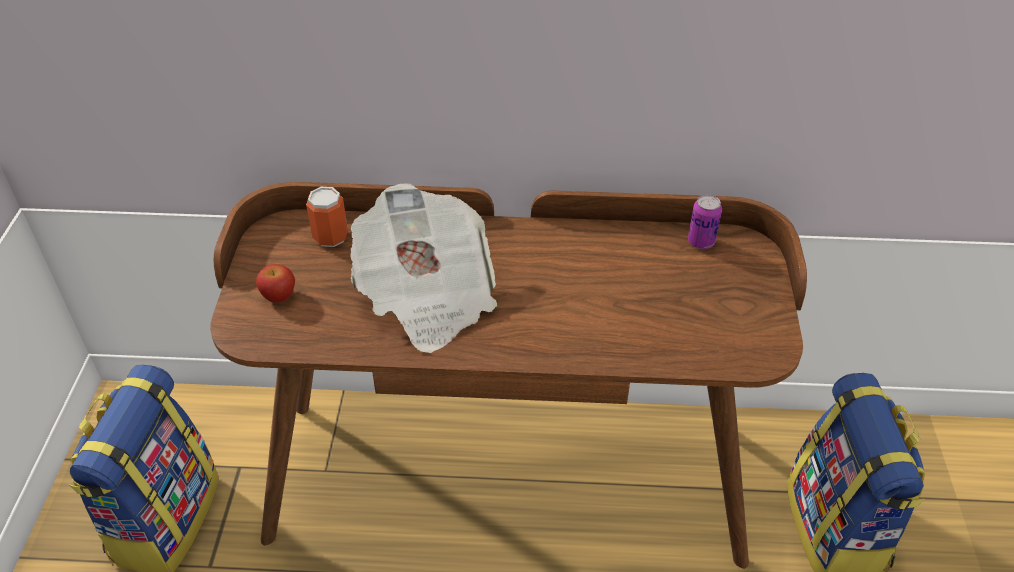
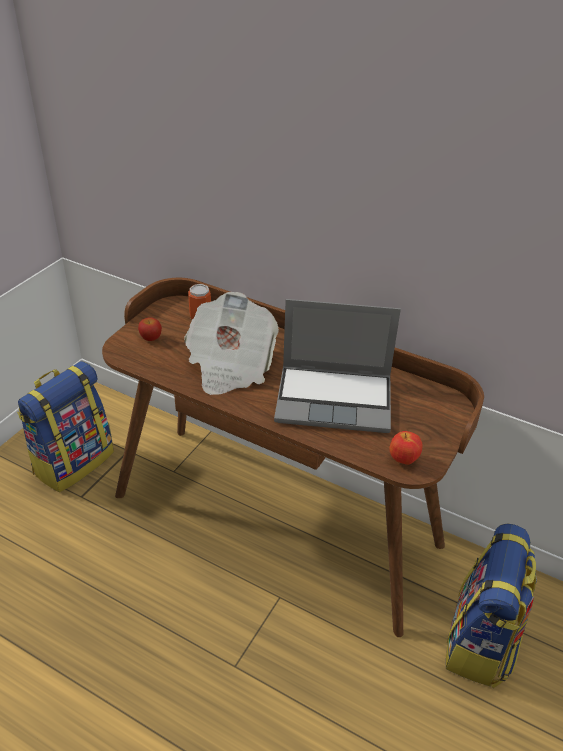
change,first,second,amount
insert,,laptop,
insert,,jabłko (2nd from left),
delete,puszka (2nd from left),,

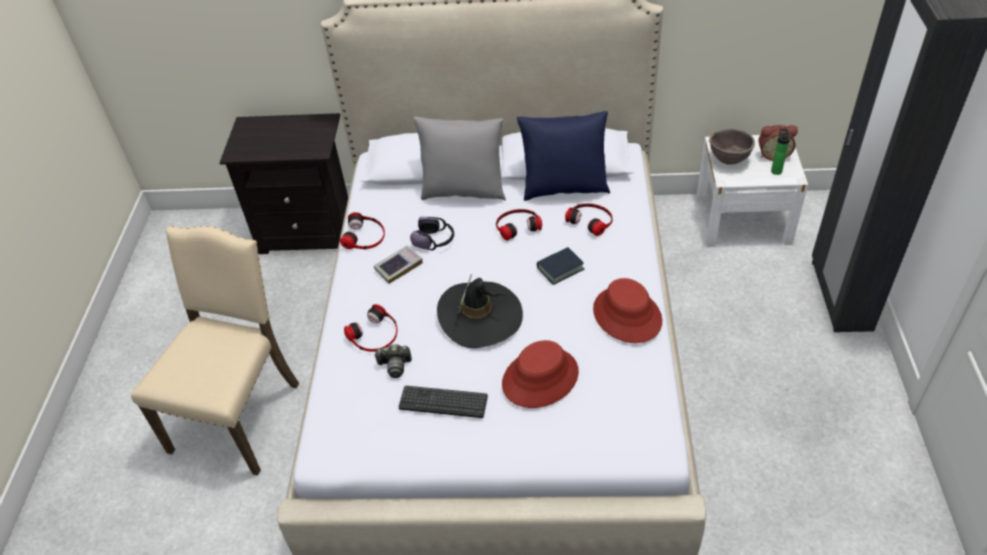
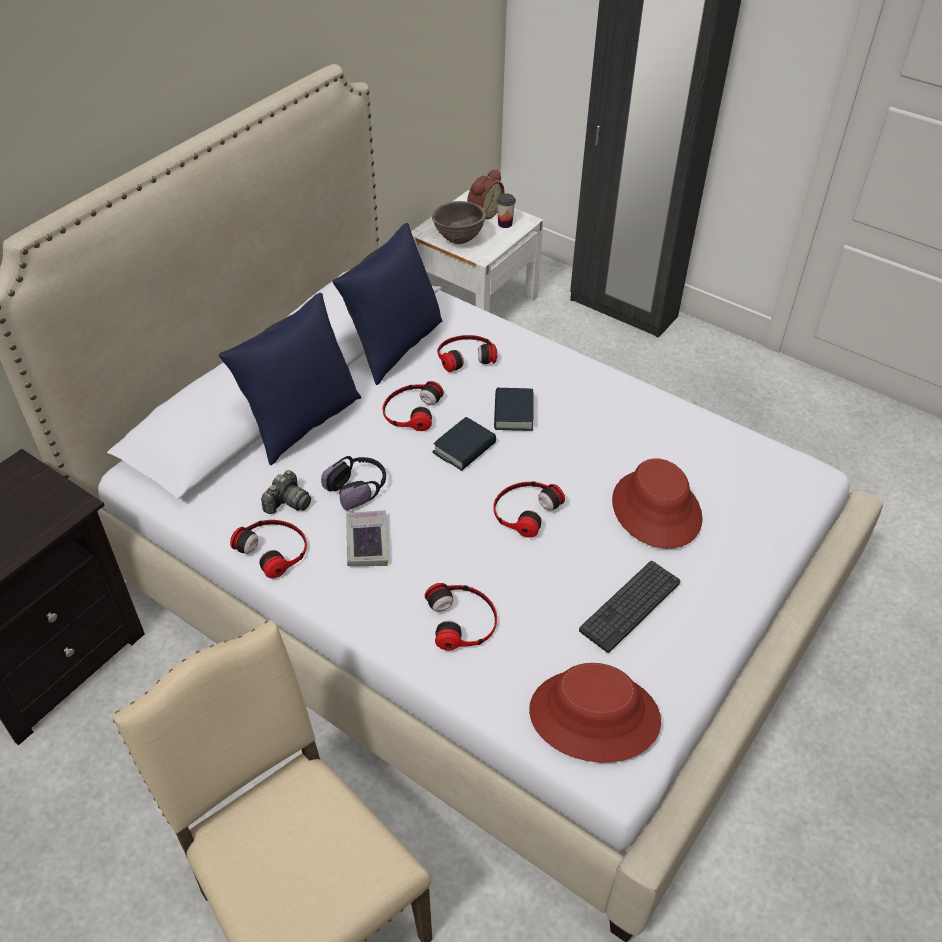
change,first,second,amount
recolor,poduszka [szary],poduszka [niebieski] (1st from left),
move,aparat fotograficzny,,
insert,,książka (2nd from left),
replace,kapelusz [czarny],słuchawki (6th from left),
replace,butelka,filiżanka,
move,kapelusz [czerwony] (2nd from left in the first image),kapelusz [czerwony] (1st from left),

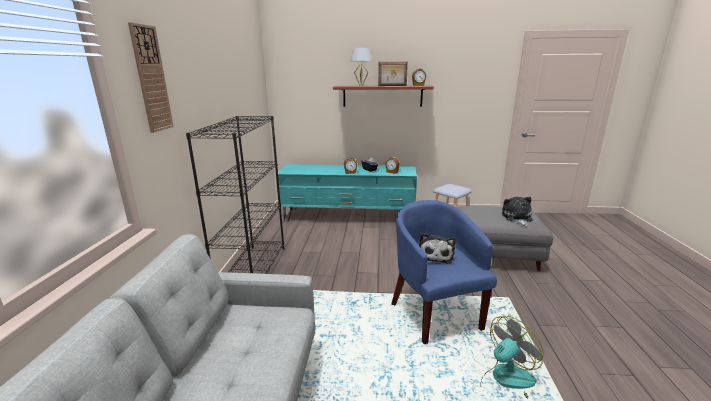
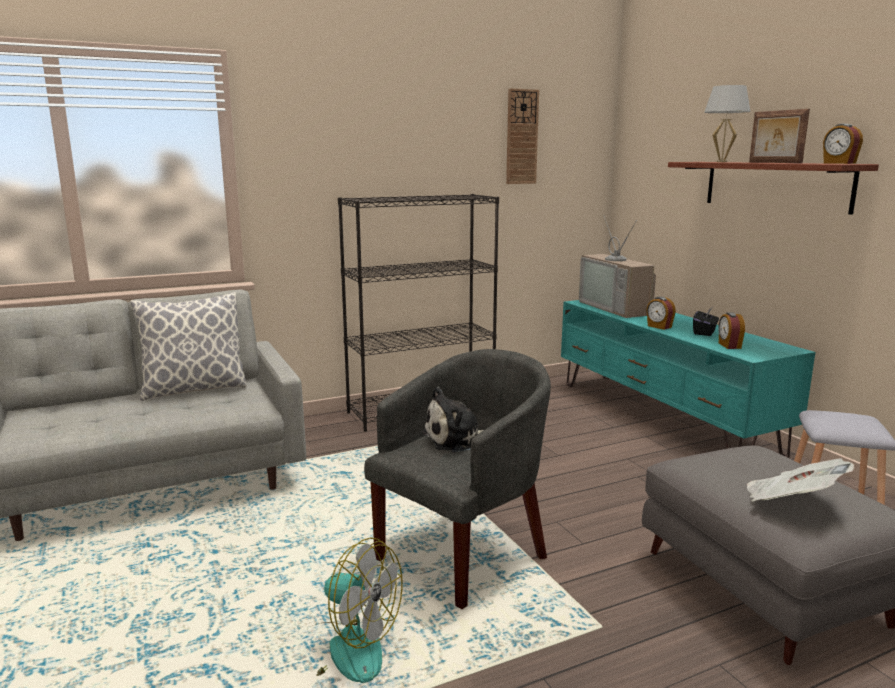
change,first,second,amount
insert,,poduszka,
recolor,fotel [niebieski],fotel [szary],
move,zegar ścienny,,
insert,,telewizor,
replace,pluszak (2nd from left),gazeta,

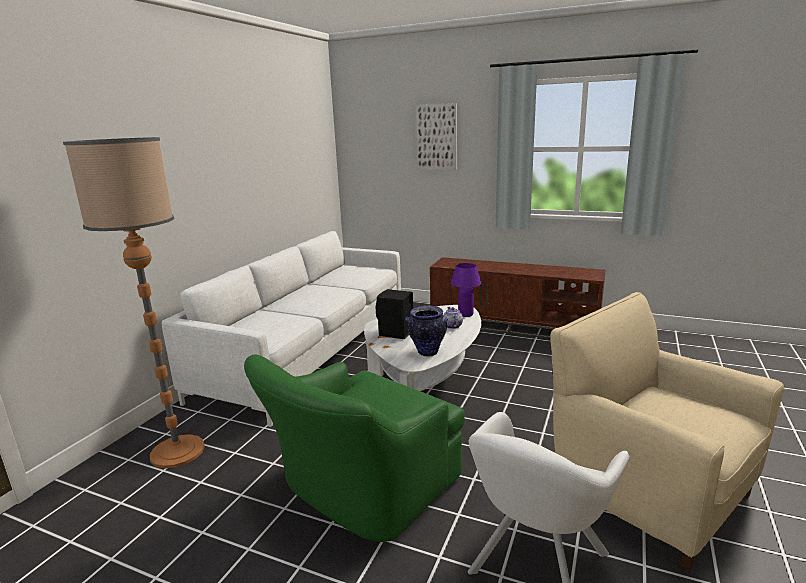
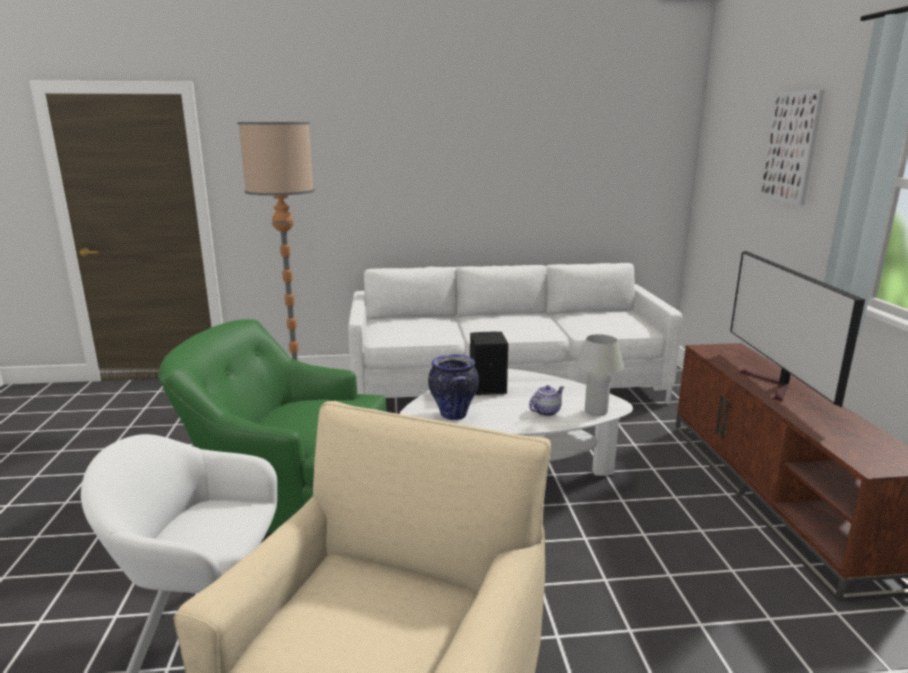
change,first,second,amount
recolor,lampa stołowa [fioletowy],lampa stołowa [biały],
insert,,telewizor,

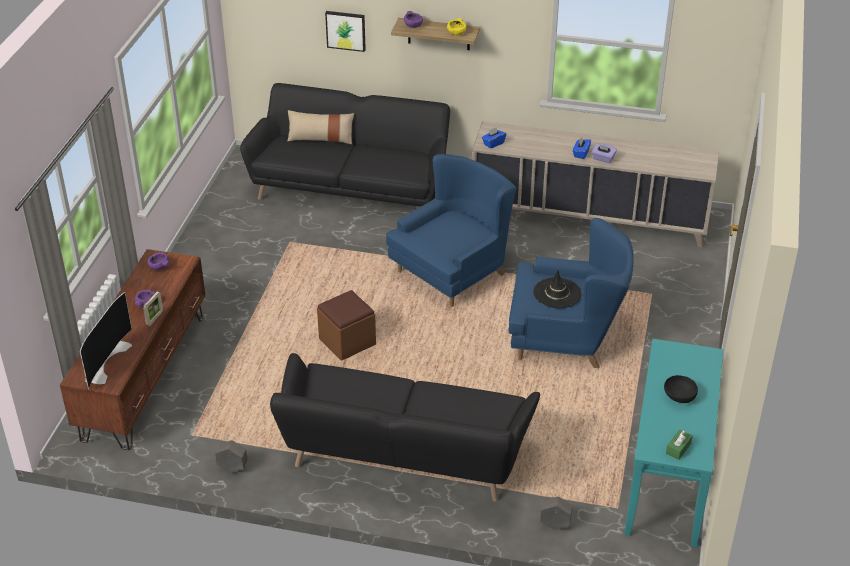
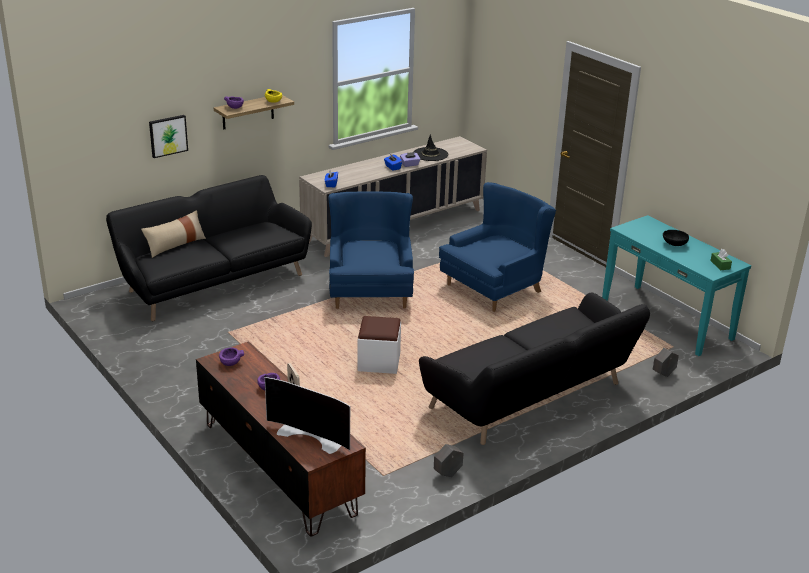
change,first,second,amount
rotate,telewizor,,150 degrees clockwise
recolor,pufa [brązowy],pufa [biały],
move,kapelusz [czarny],,

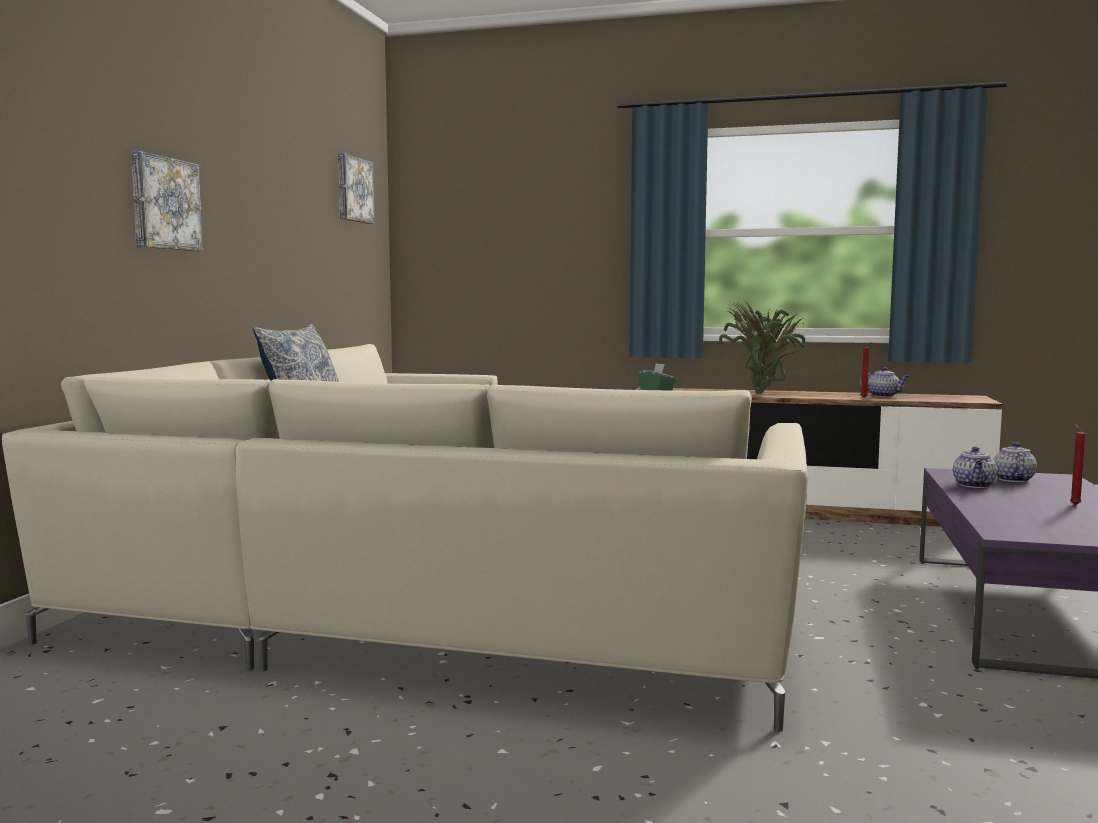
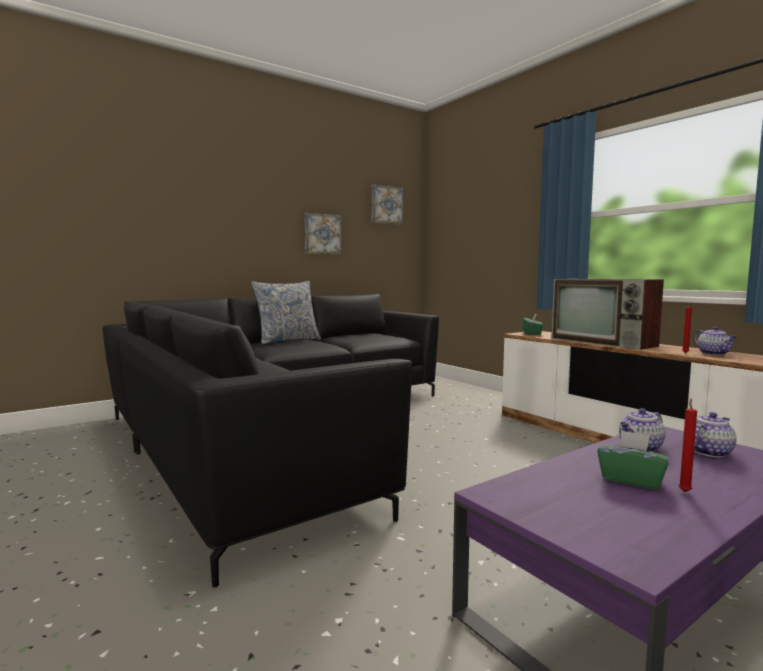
change,first,second,amount
recolor,kanapa [beżowy],kanapa [czarny],
move,obraz (1st from left),,
replace,roślina doniczkowa,telewizor,
insert,,pudełko chusteczek [zielony] (2nd from left),

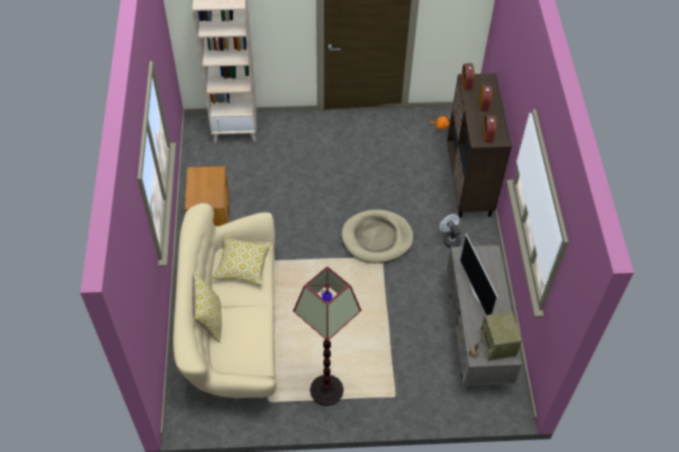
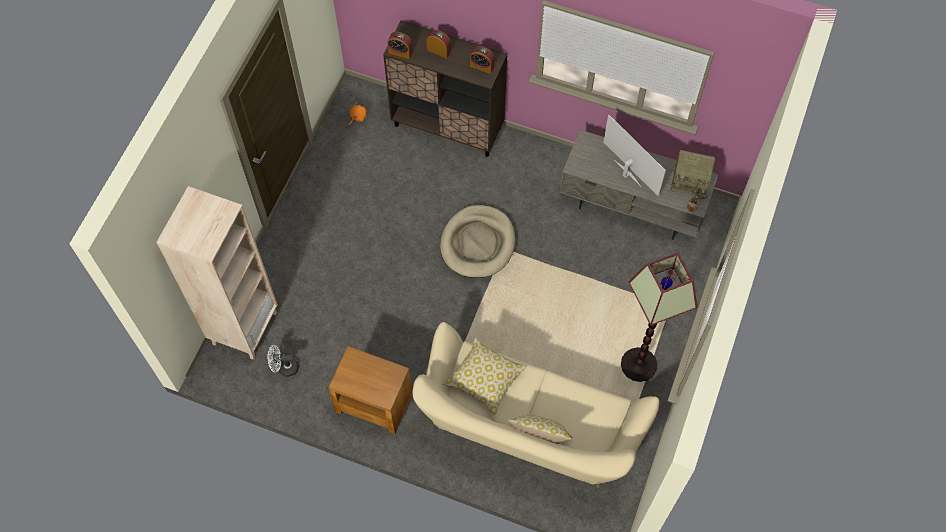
change,first,second,amount
move,wentylator [biały],,
rotate,telewizor,,135 degrees counterclockwise

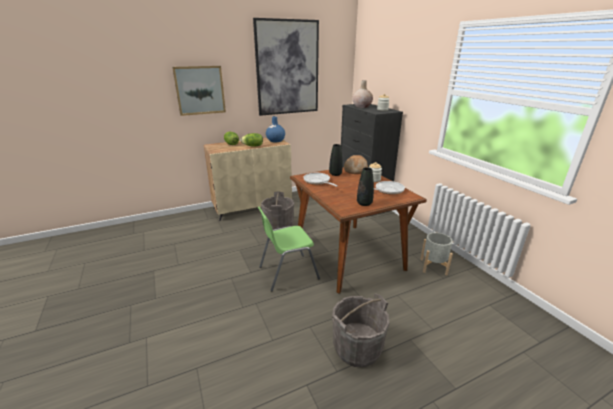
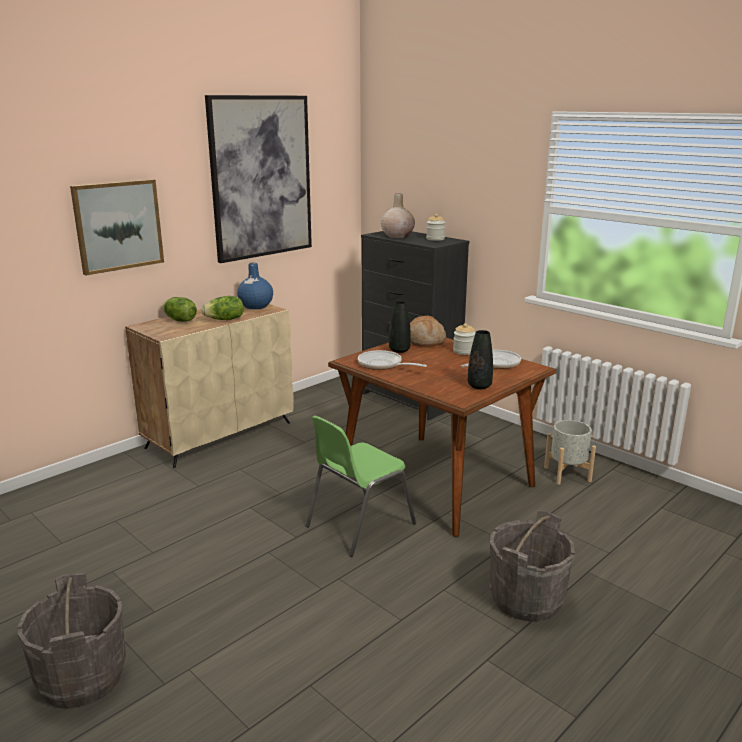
change,first,second,amount
move,wiadro [szary] (1st from left),,

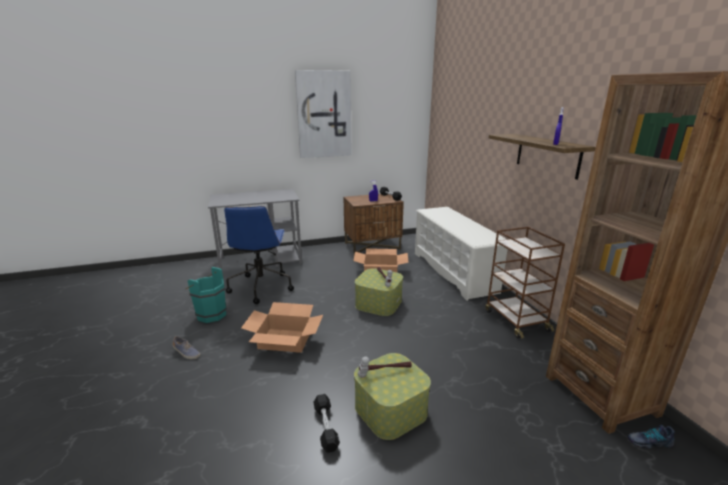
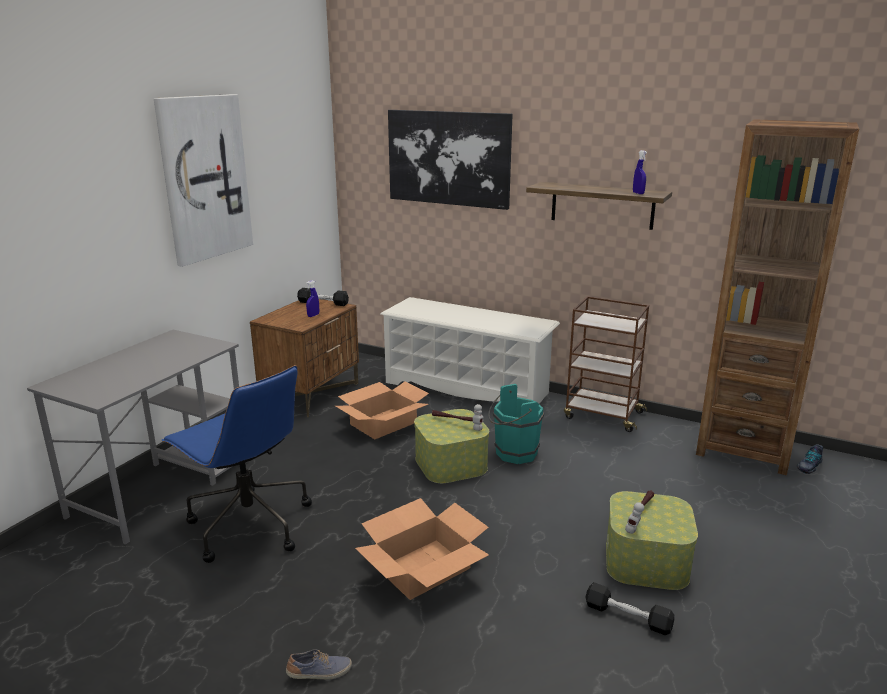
change,first,second,amount
insert,,obraz (2nd from left),
move,wiadro [turkusowy],,

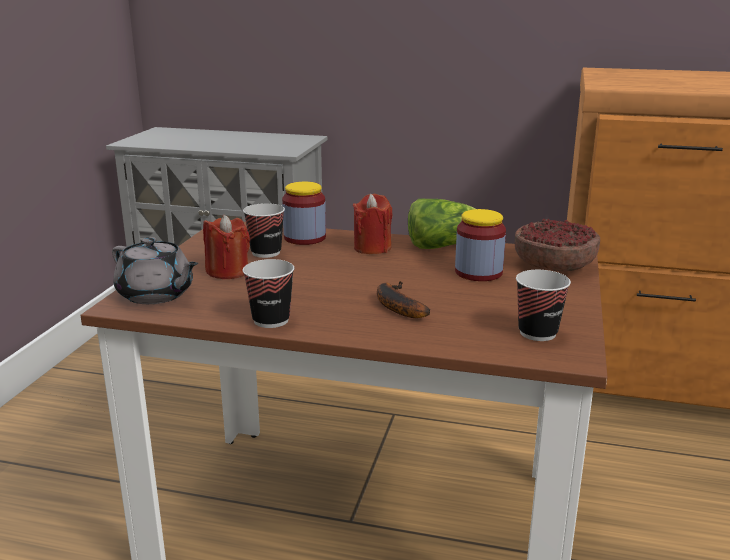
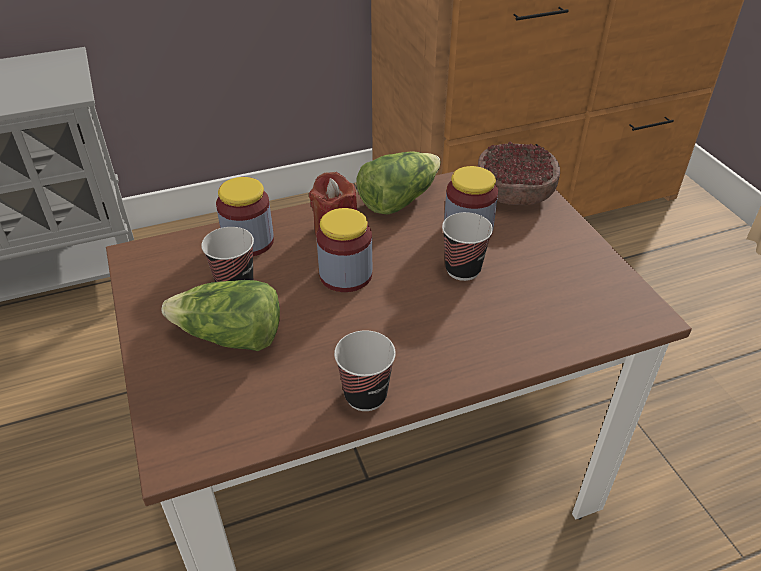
change,first,second,amount
replace,świeca [czerwony] (1st from left),sałata (1st from left),
insert,,słoik (2nd from left),
move,filiżanka (3rd from left),,
delete,imbryk [szary],,
delete,banan,,

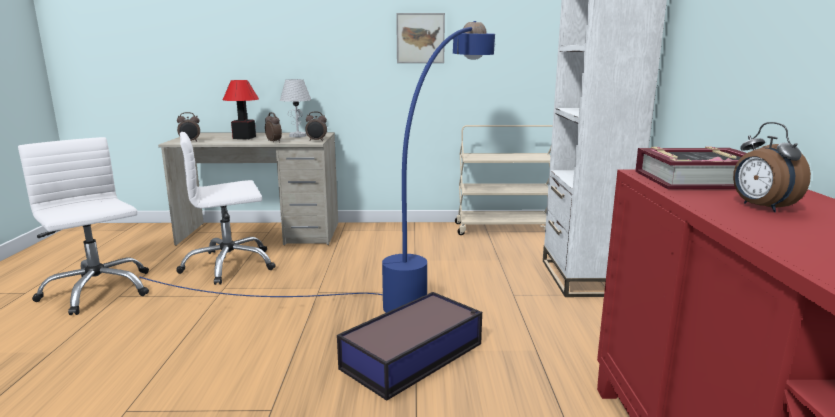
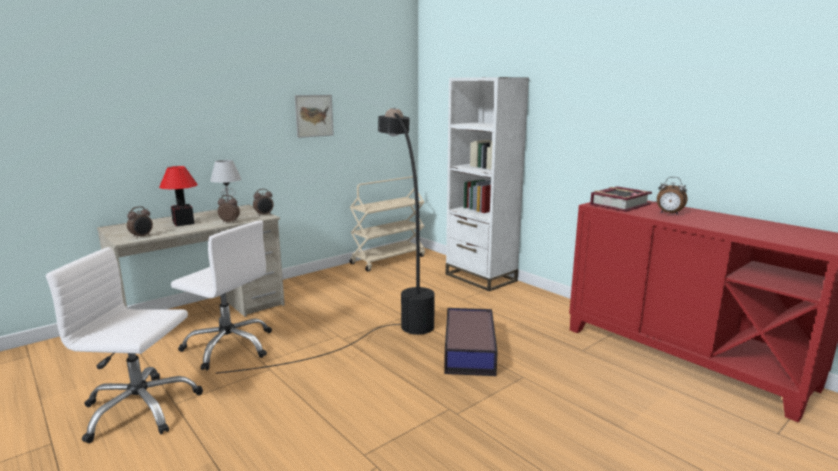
change,first,second,amount
rotate,krzesło biurowe [biały] (2nd from left),,90 degrees counterclockwise
recolor,lampa stojąca [niebieski],lampa stojąca [czarny],

